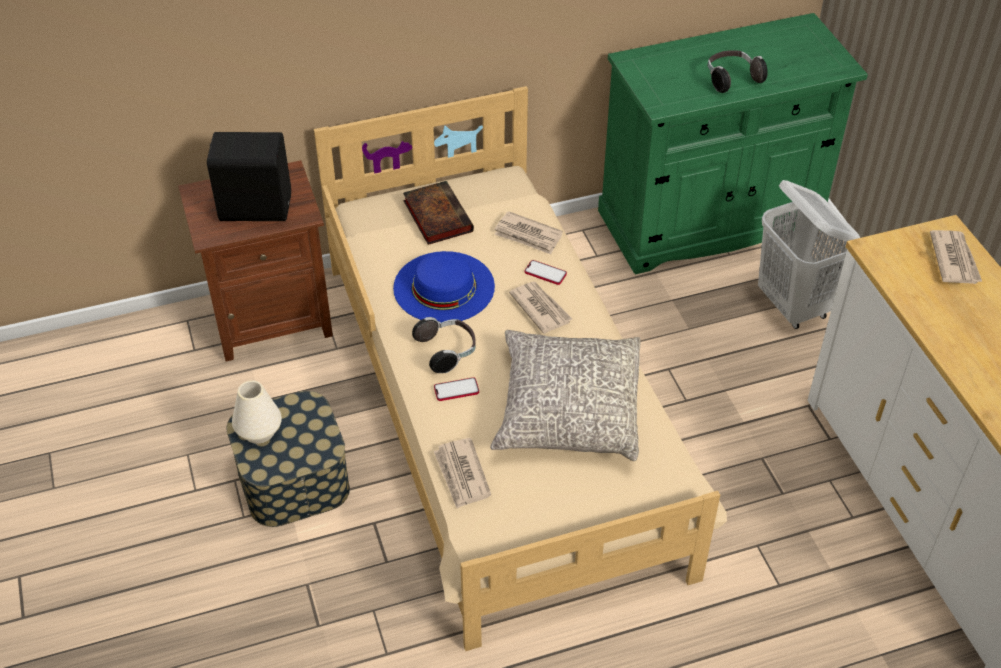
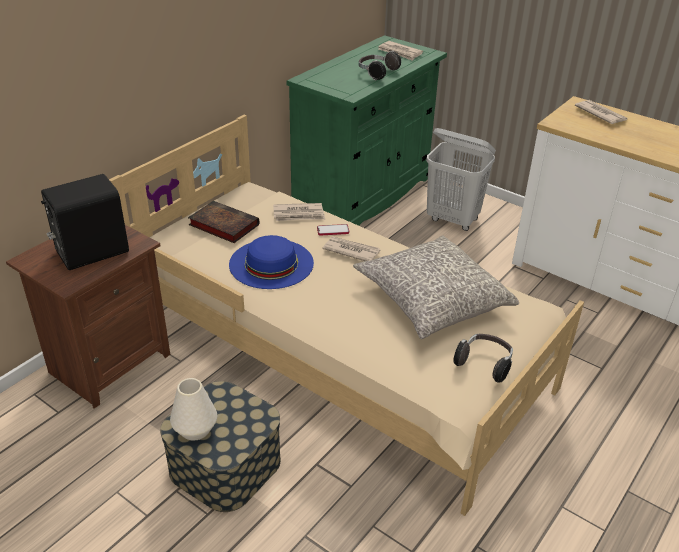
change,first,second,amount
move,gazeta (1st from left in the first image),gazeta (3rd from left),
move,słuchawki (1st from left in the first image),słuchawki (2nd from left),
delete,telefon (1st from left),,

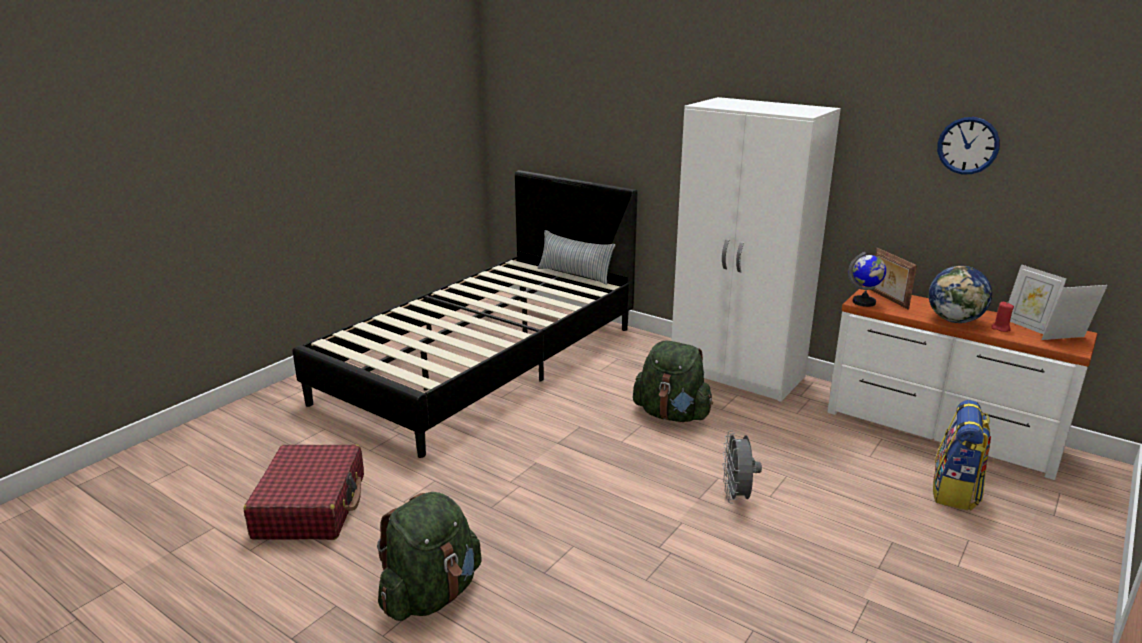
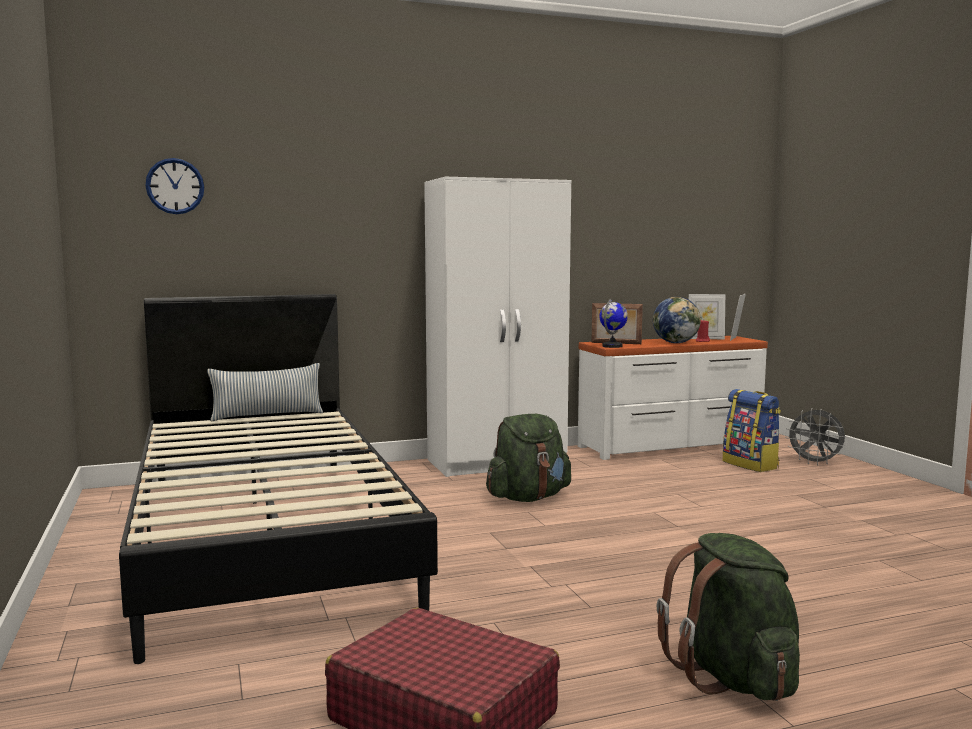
change,first,second,amount
move,zegar ścienny,,
move,wentylator [szary],,

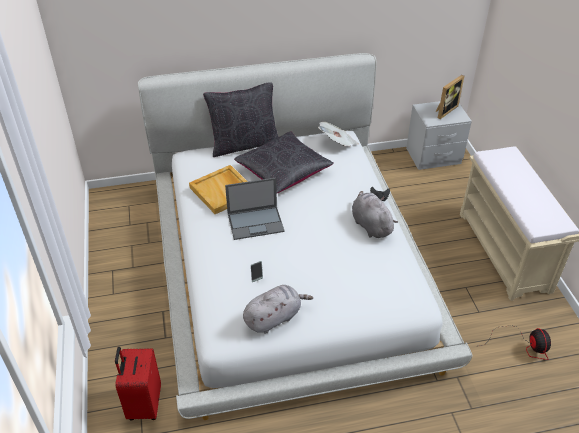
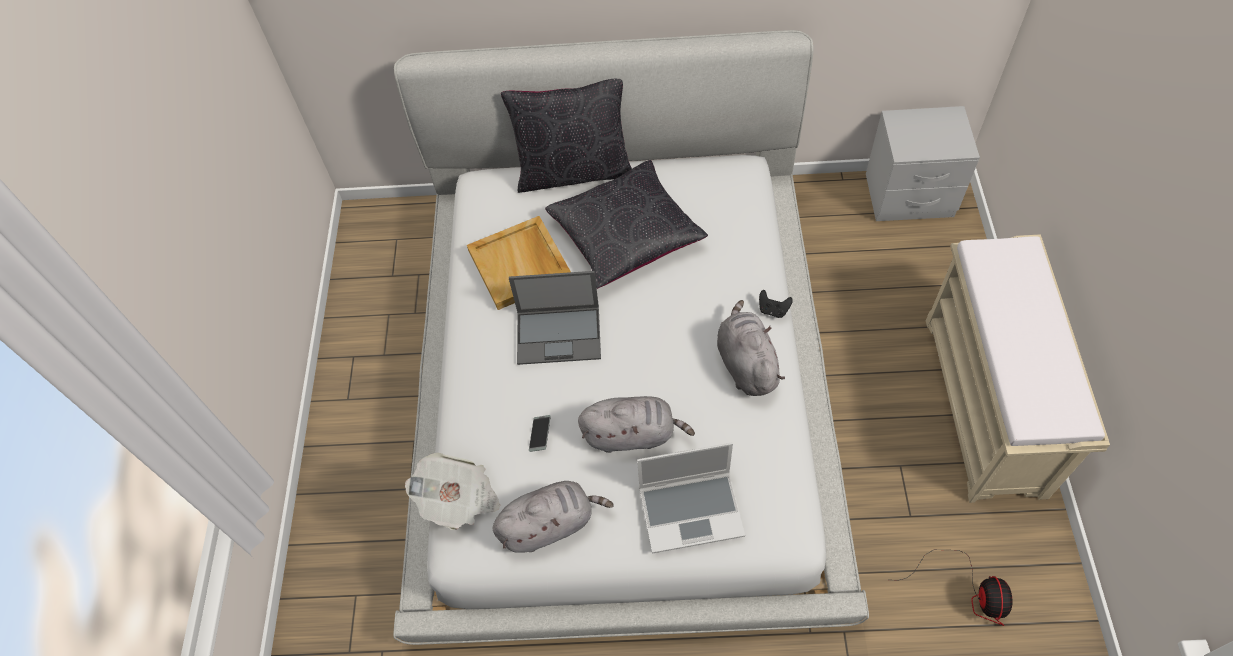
change,first,second,amount
move,gazeta,,
insert,,pluszak [szary] (2nd from left),
insert,,laptop (2nd from left),
delete,walizka [czerwony],,
delete,ramka na zdjęcie,,

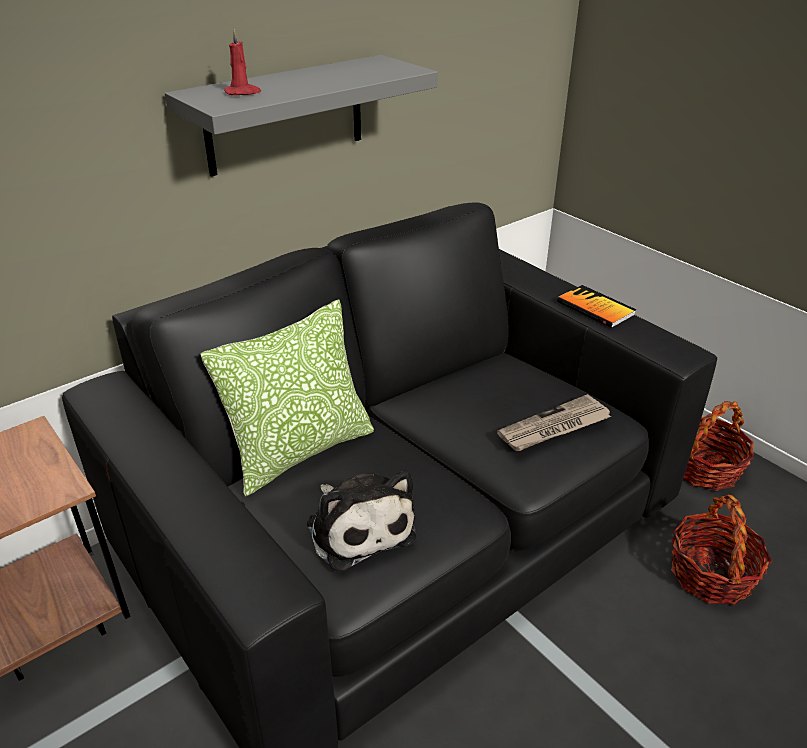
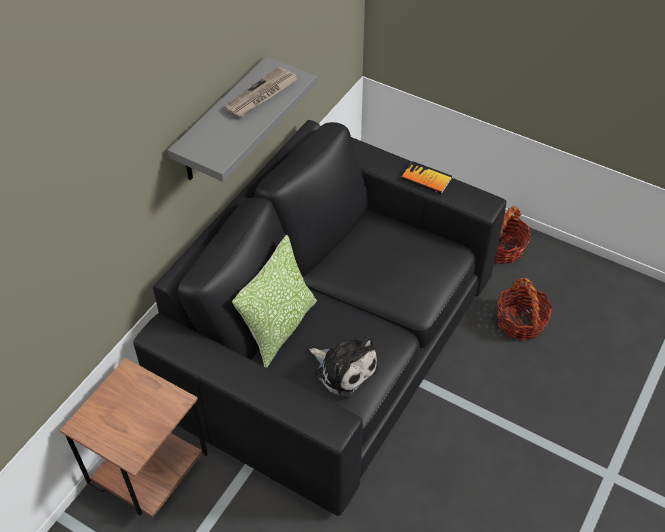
change,first,second,amount
move,gazeta,,
delete,świeca [czerwony],,

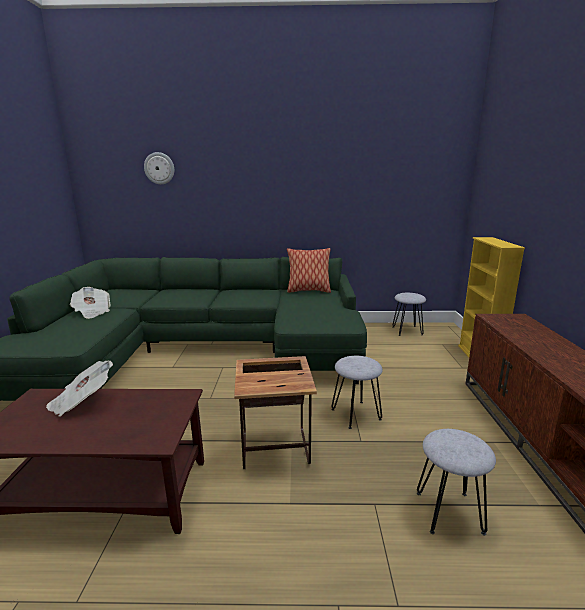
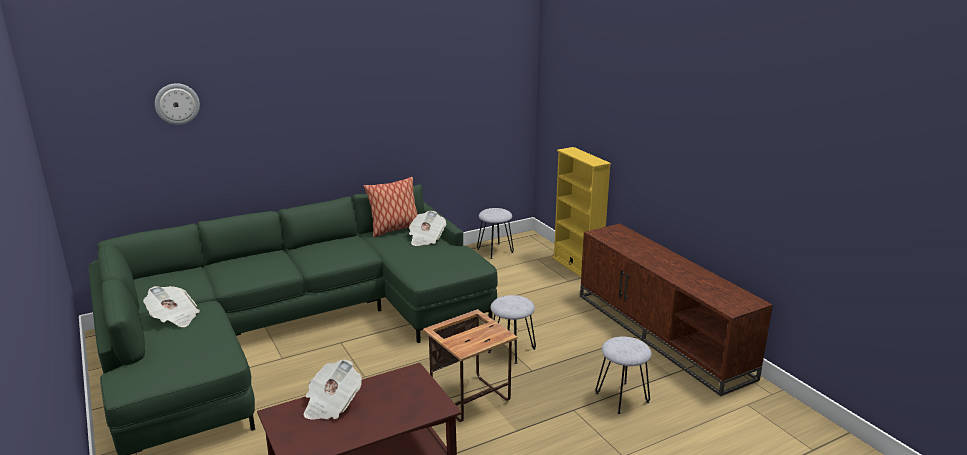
change,first,second,amount
insert,,gazeta (3rd from left),

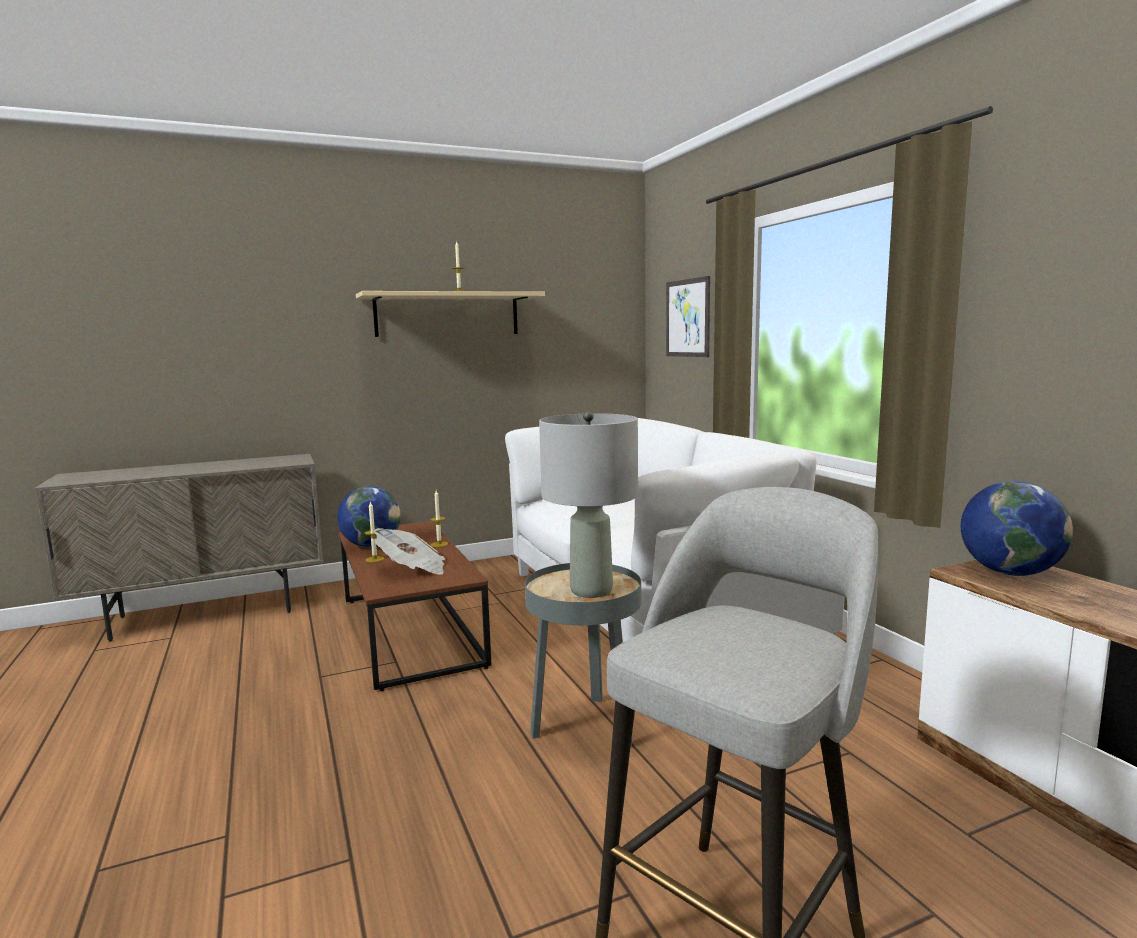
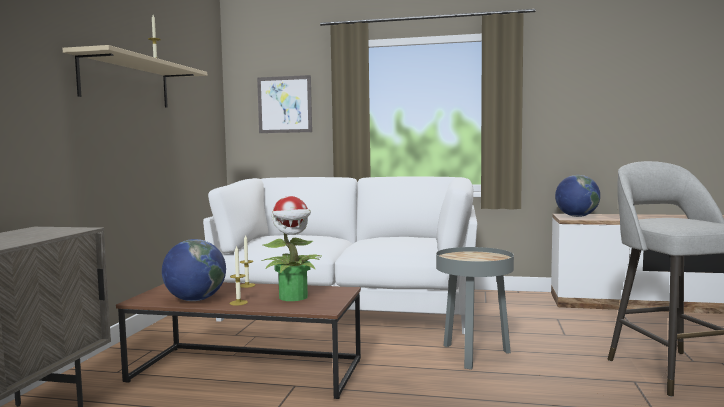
change,first,second,amount
replace,gazeta,roślina doniczkowa,
delete,lampa stołowa [szary],,

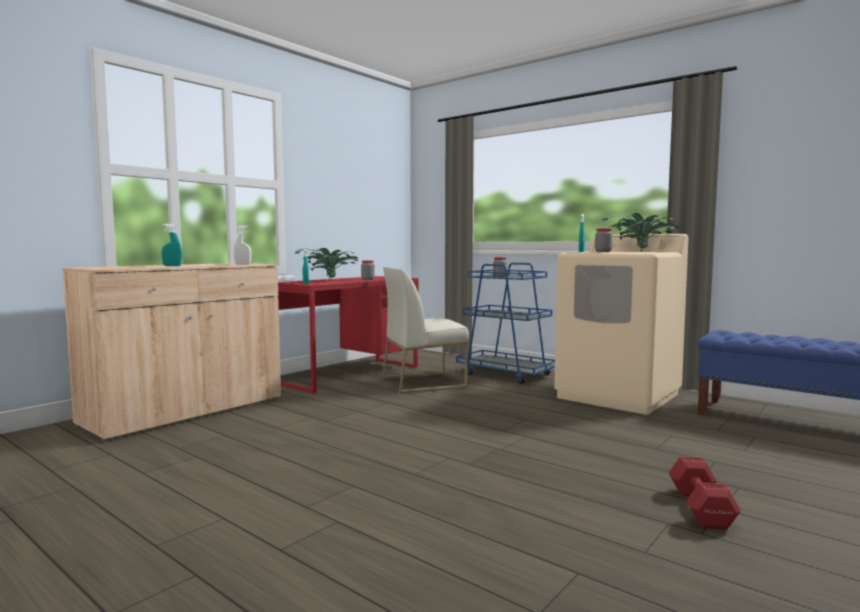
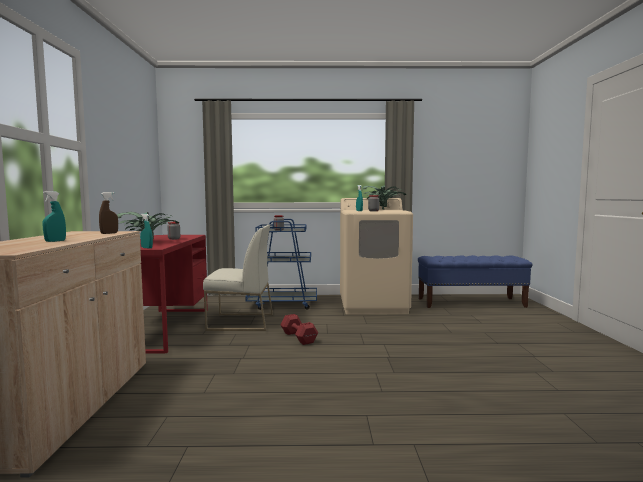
change,first,second,amount
recolor,spryskiwacz [biały],spryskiwacz [brązowy],
rotate,krzesło [biały],,120 degrees counterclockwise
move,hantel [czerwony],,

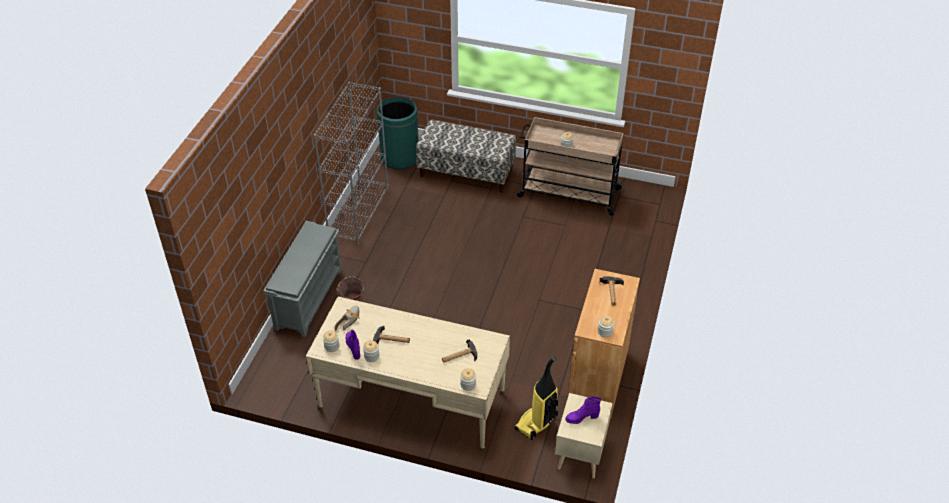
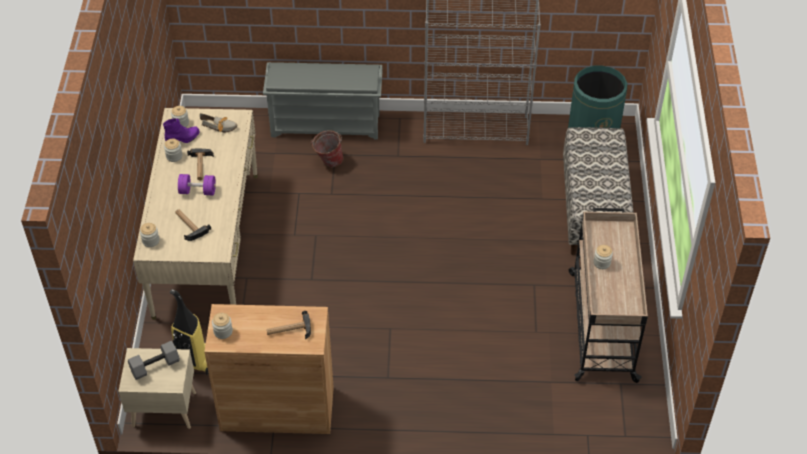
change,first,second,amount
replace,but z cholewką [fioletowy] (2nd from left),hantel [szary],
insert,,hantel [fioletowy],

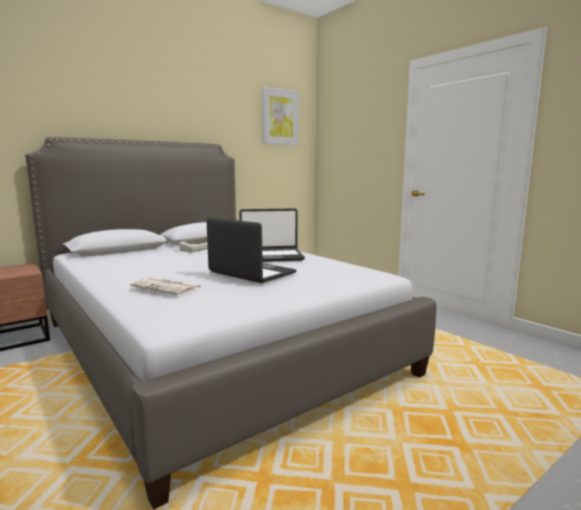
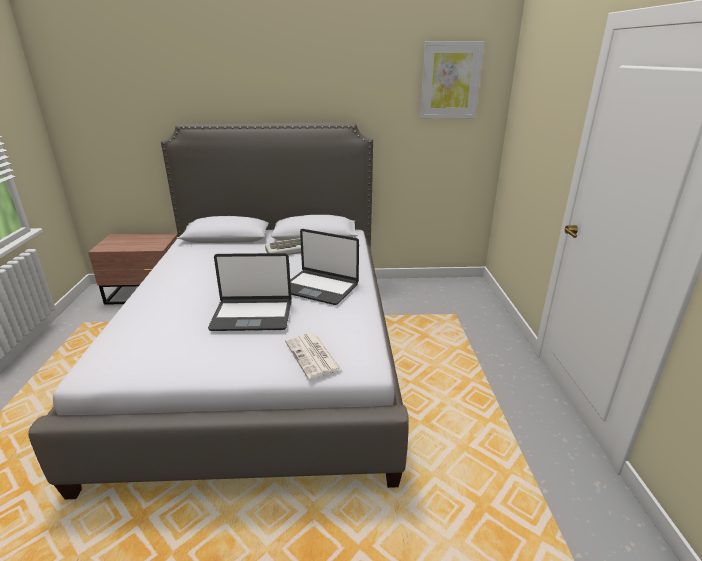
change,first,second,amount
rotate,laptop (1st from left),,105 degrees clockwise
move,gazeta,,

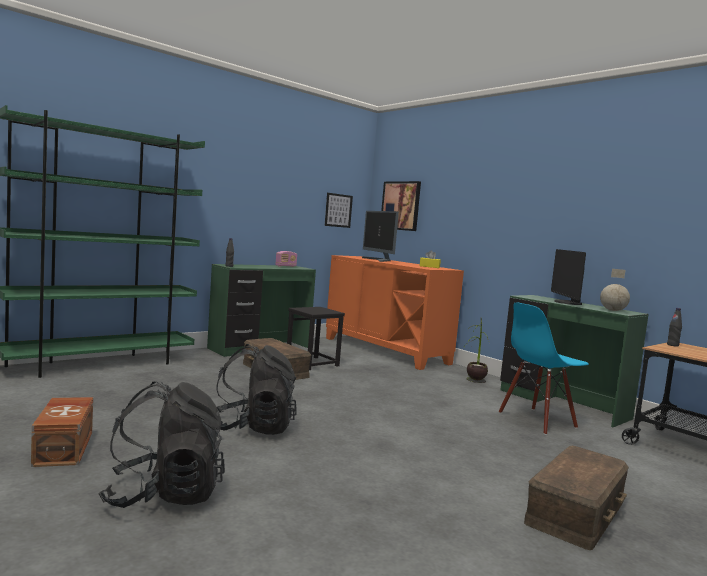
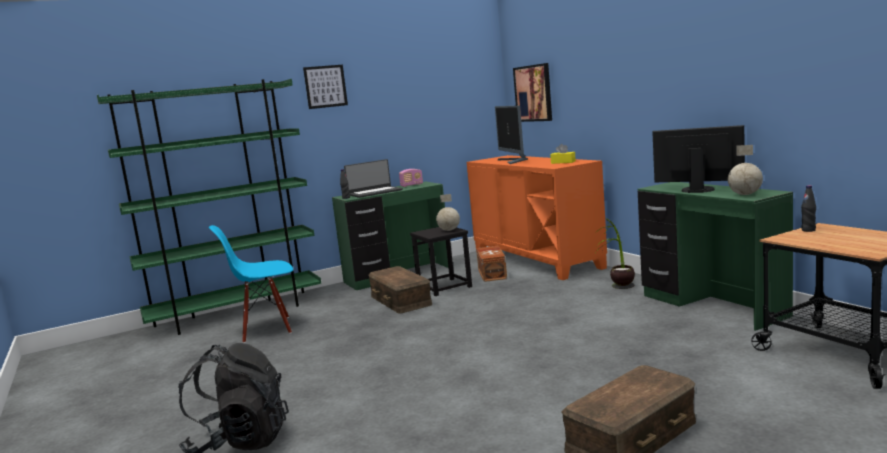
change,first,second,amount
move,krzesło [niebieski],,
move,obraz (1st from left),,
insert,,laptop,
insert,,globus (1st from left),
move,pojemnik do przechowywania [brązowy] (1st from left in the first image),pojemnik do przechowywania [brązowy] (2nd from left),
rotate,monitor (2nd from left),,105 degrees clockwise
delete,plecak [czarny] (2nd from left),,

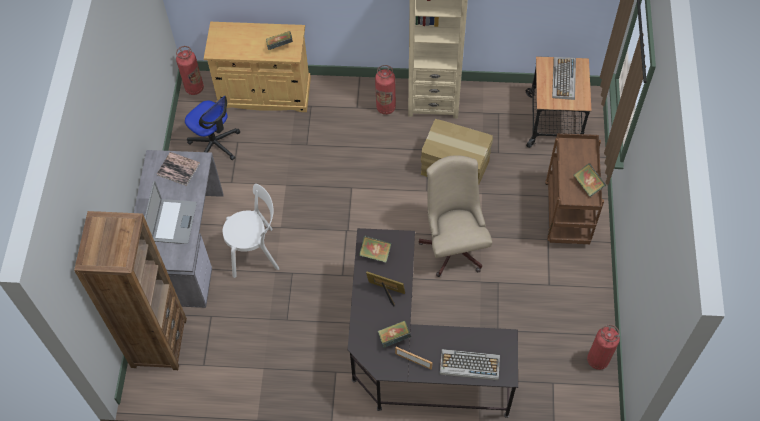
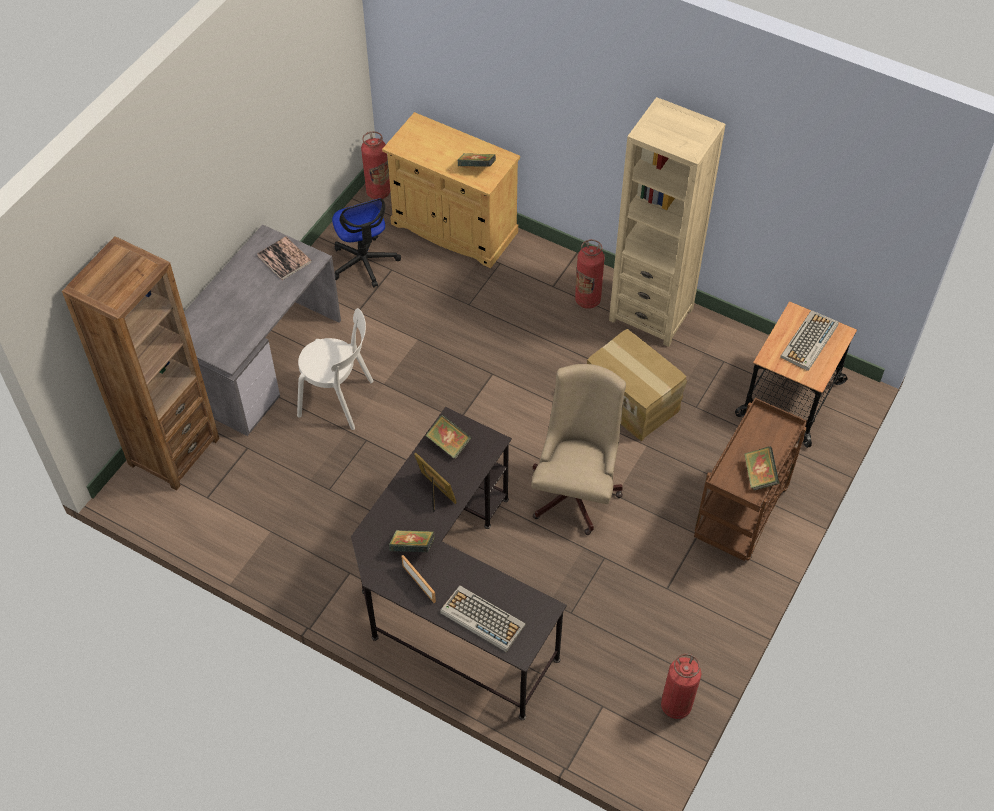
change,first,second,amount
delete,laptop,,

